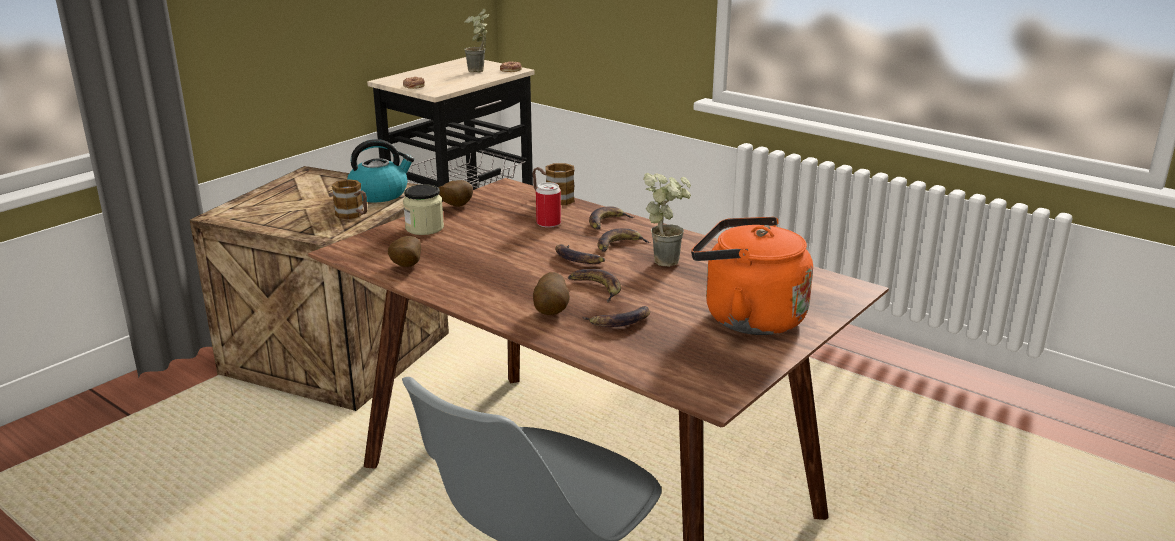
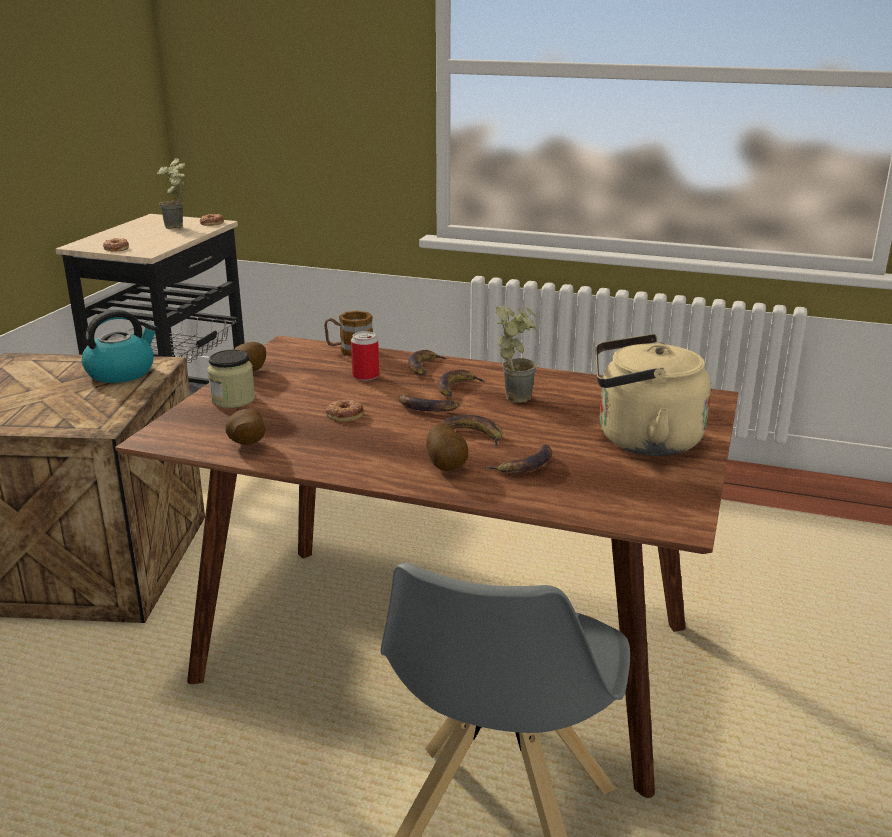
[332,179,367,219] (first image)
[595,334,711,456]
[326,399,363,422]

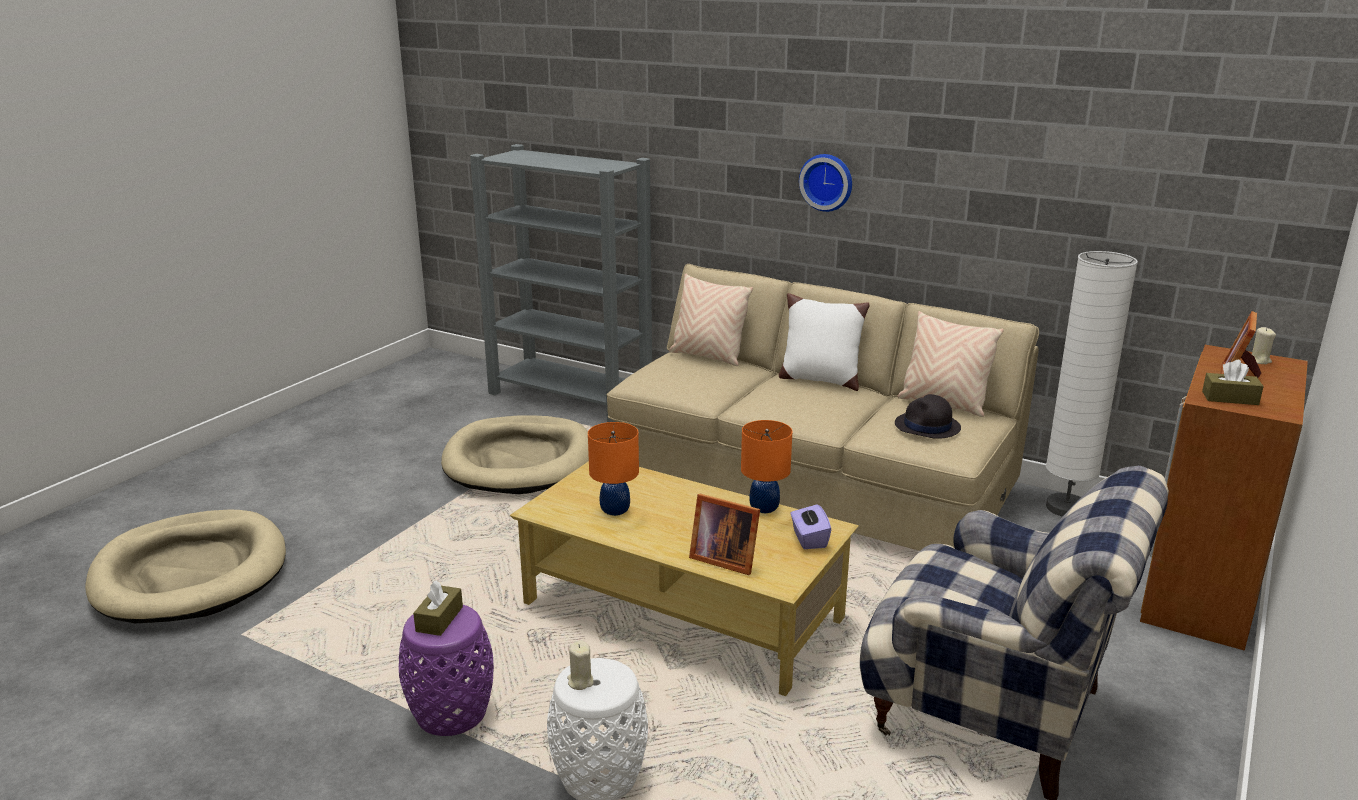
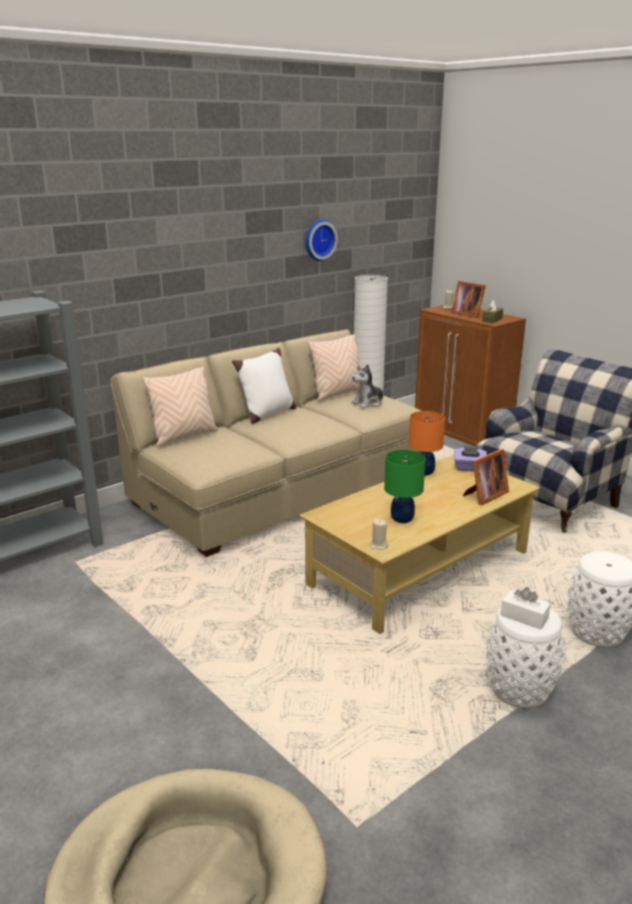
[306,219,338,261]
[351,364,386,408]
[441,415,589,494] (first image)
[384,450,426,523]
[500,587,551,629]
[486,607,565,708]
[370,519,388,550]

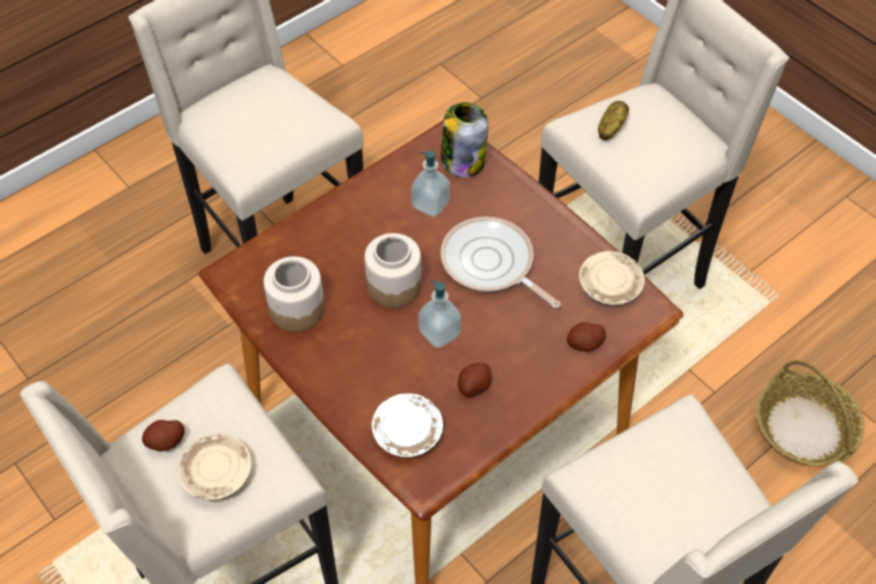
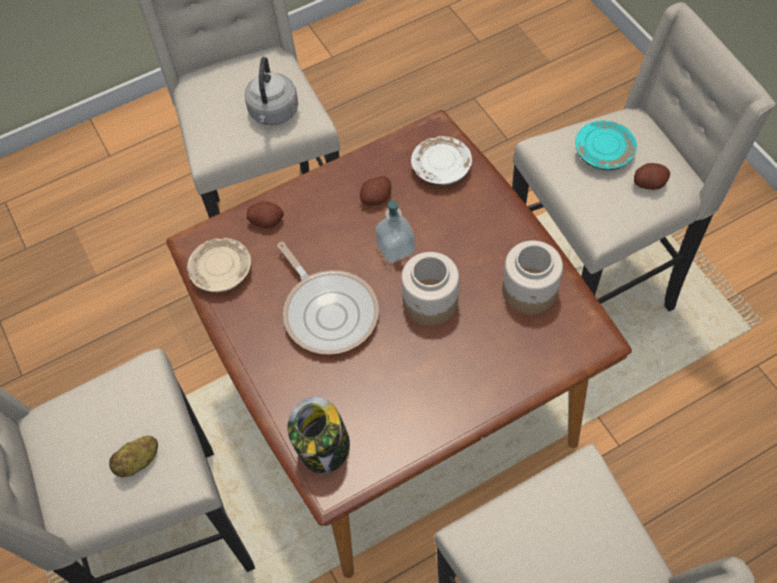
[411,151,450,217] (first image)
[756,360,865,466] (first image)
[575,120,637,170]
[245,57,298,125]

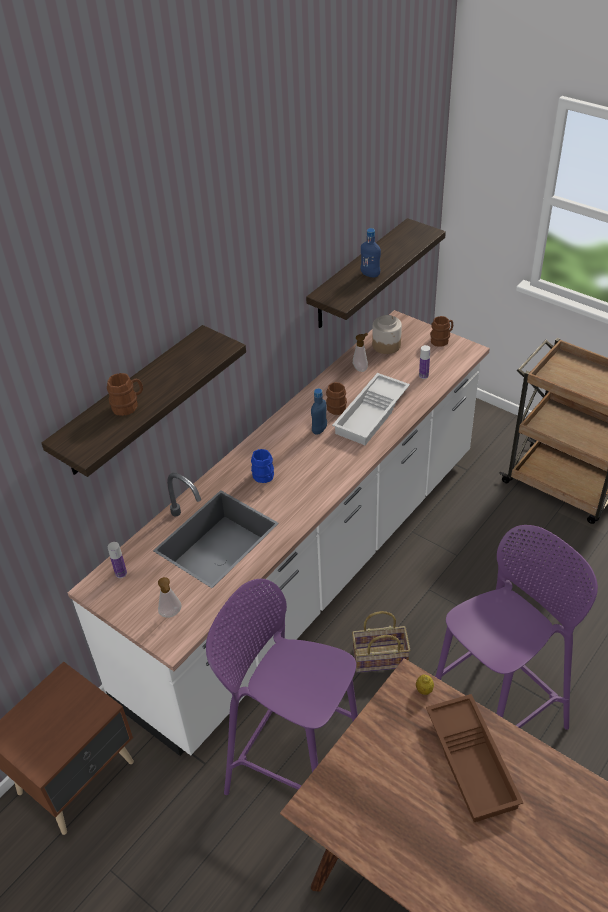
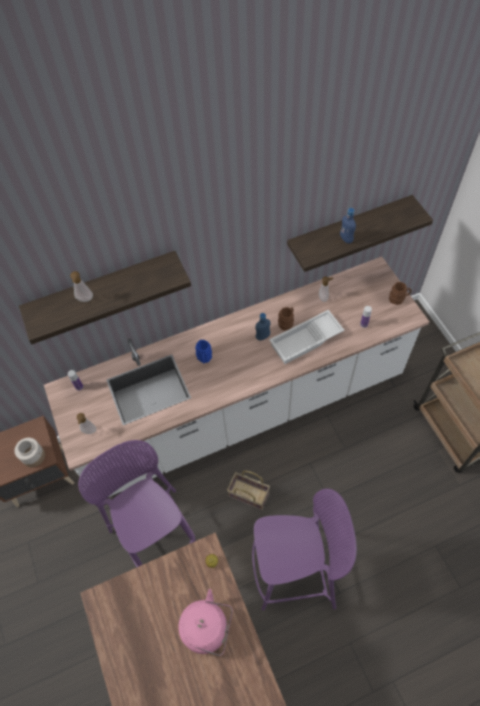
[15,438,45,467]
[70,271,93,302]
[178,589,233,656]

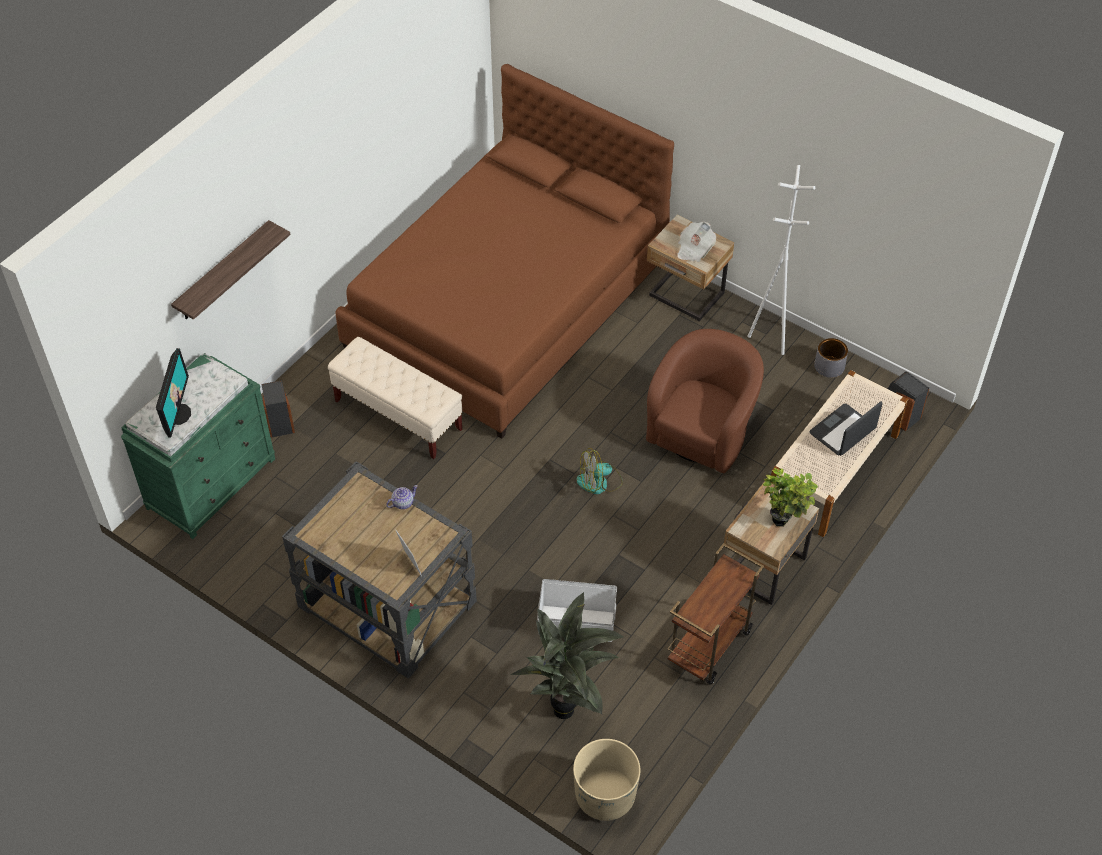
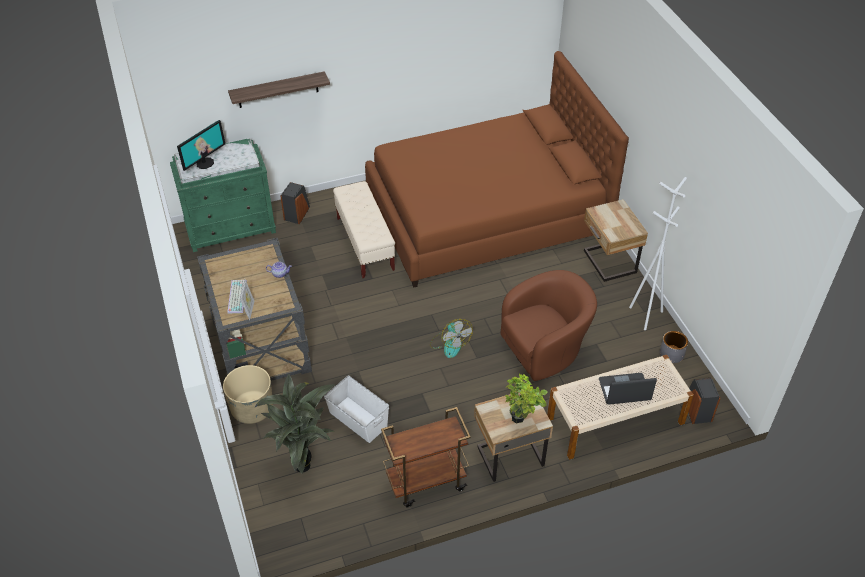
[677,222,716,262] (first image)
[430,319,473,358]
[223,365,273,424]
[227,280,247,314]

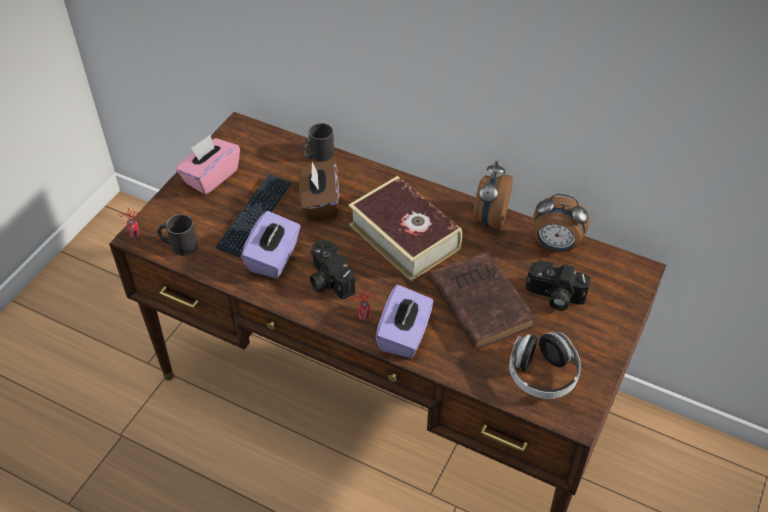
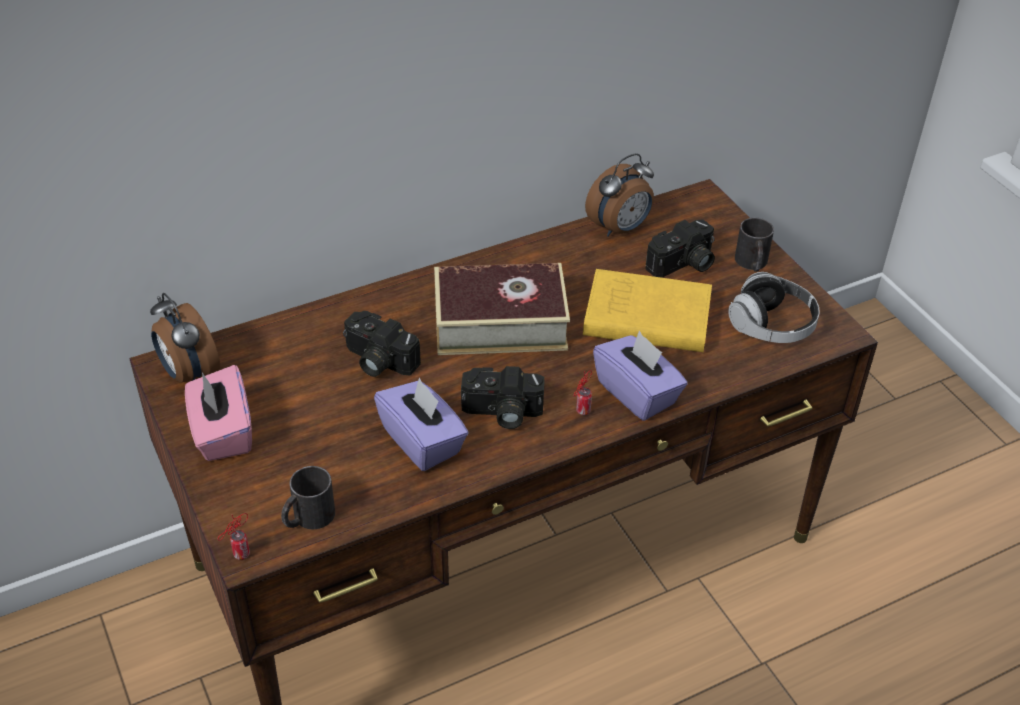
[735,218,774,272]
[343,311,421,377]
[150,293,220,382]
[216,174,292,257] (first image)
[583,269,712,352]

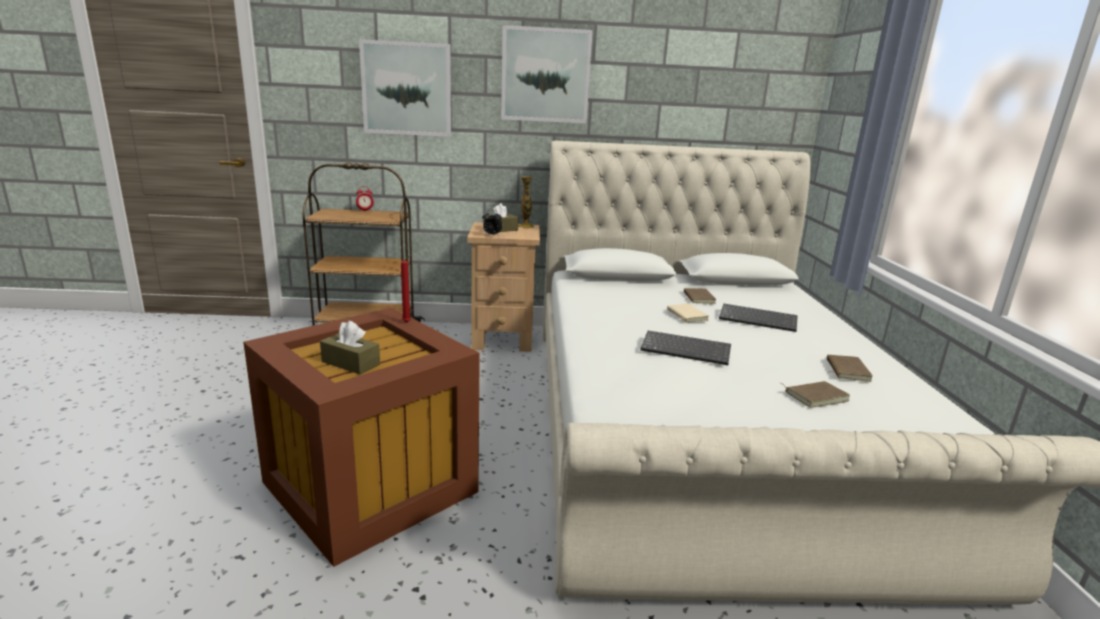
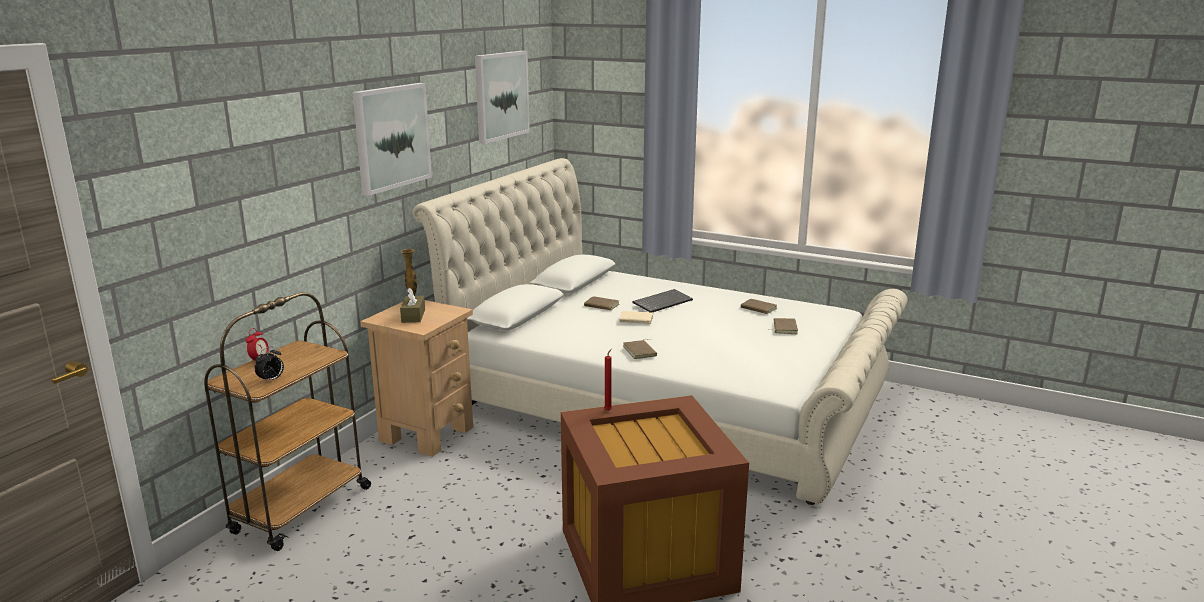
[475,51,530,144]
[255,347,284,384]
[320,321,380,375] (first image)
[640,331,731,365] (first image)
[623,339,657,359]

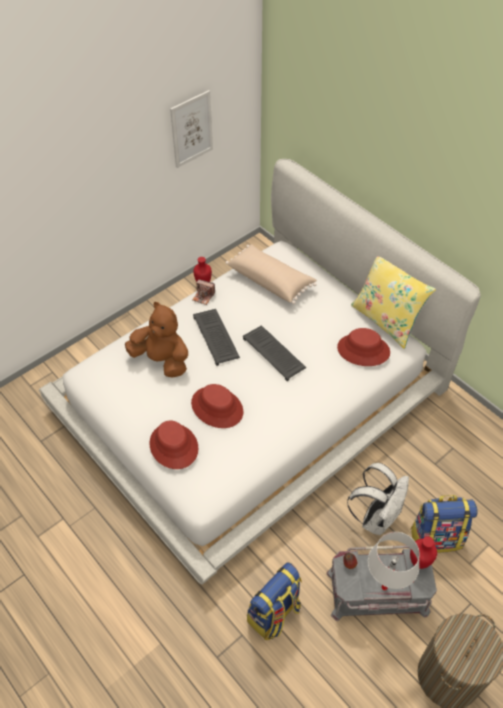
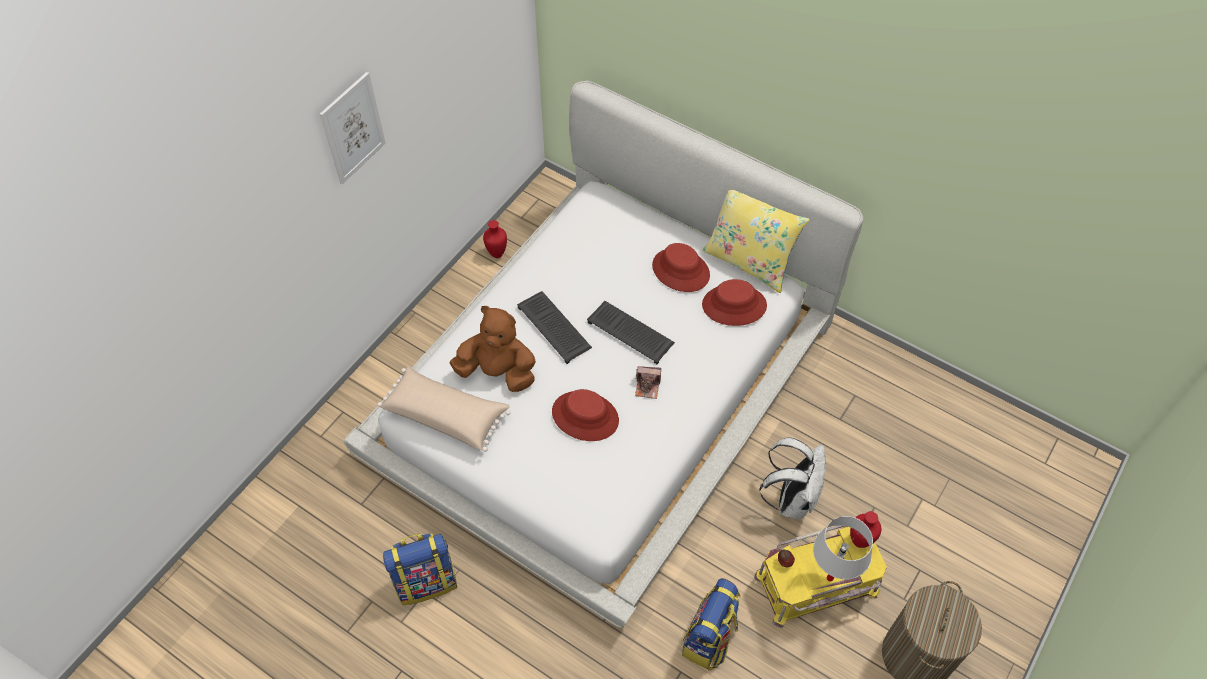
[320,72,386,184]
[377,366,511,452]
[635,366,661,399]
[652,243,710,292]
[383,533,457,605]
[754,525,887,628]

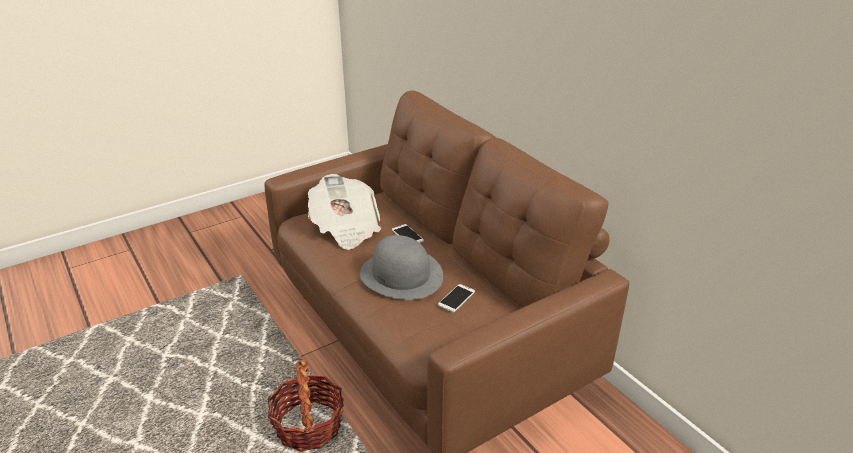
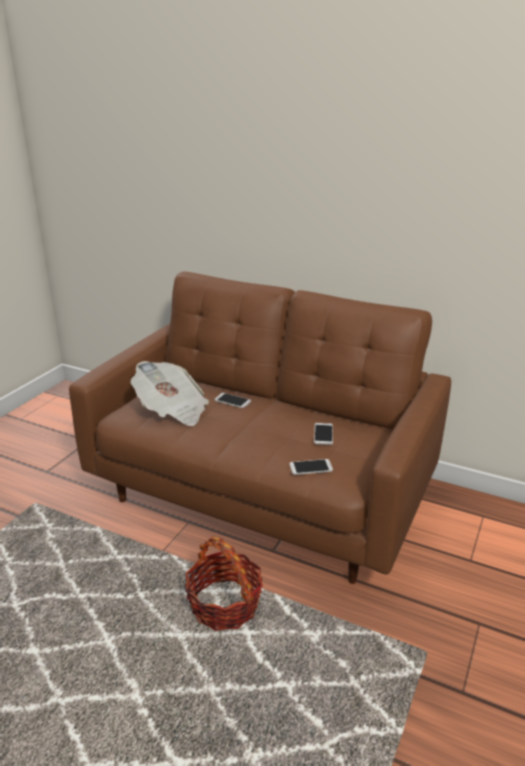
[360,235,443,300] (first image)
[289,459,333,475]

